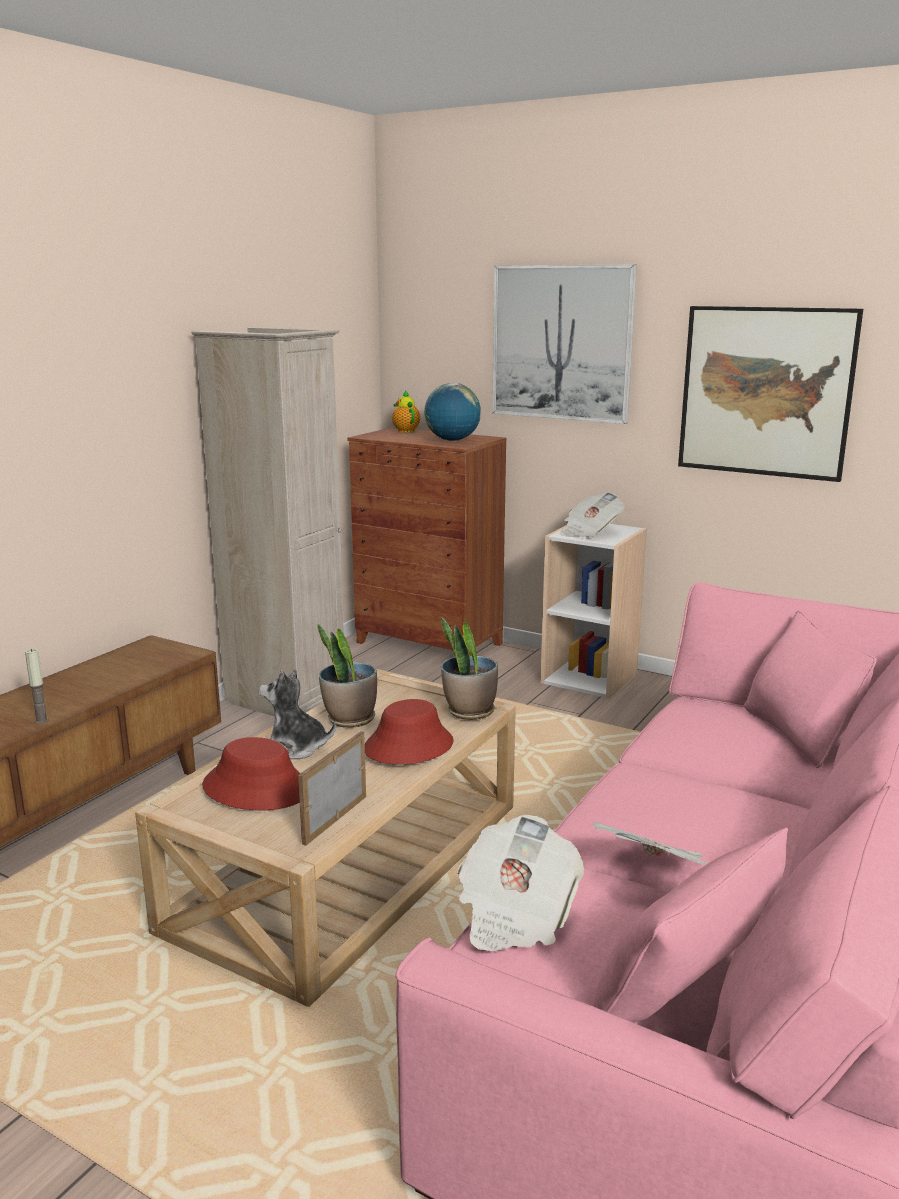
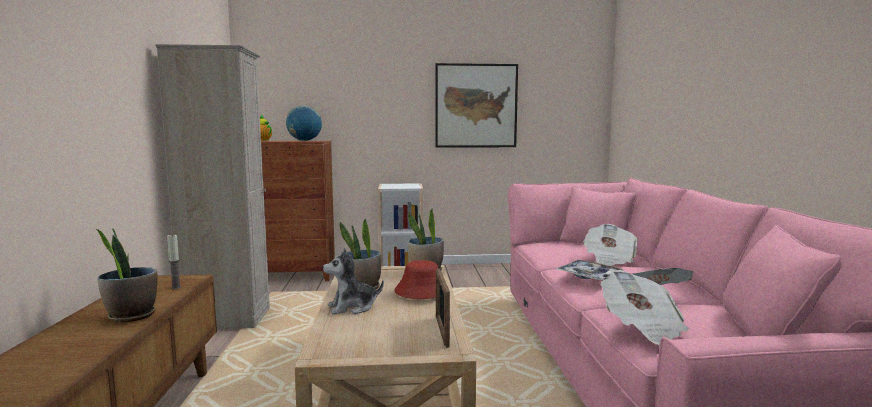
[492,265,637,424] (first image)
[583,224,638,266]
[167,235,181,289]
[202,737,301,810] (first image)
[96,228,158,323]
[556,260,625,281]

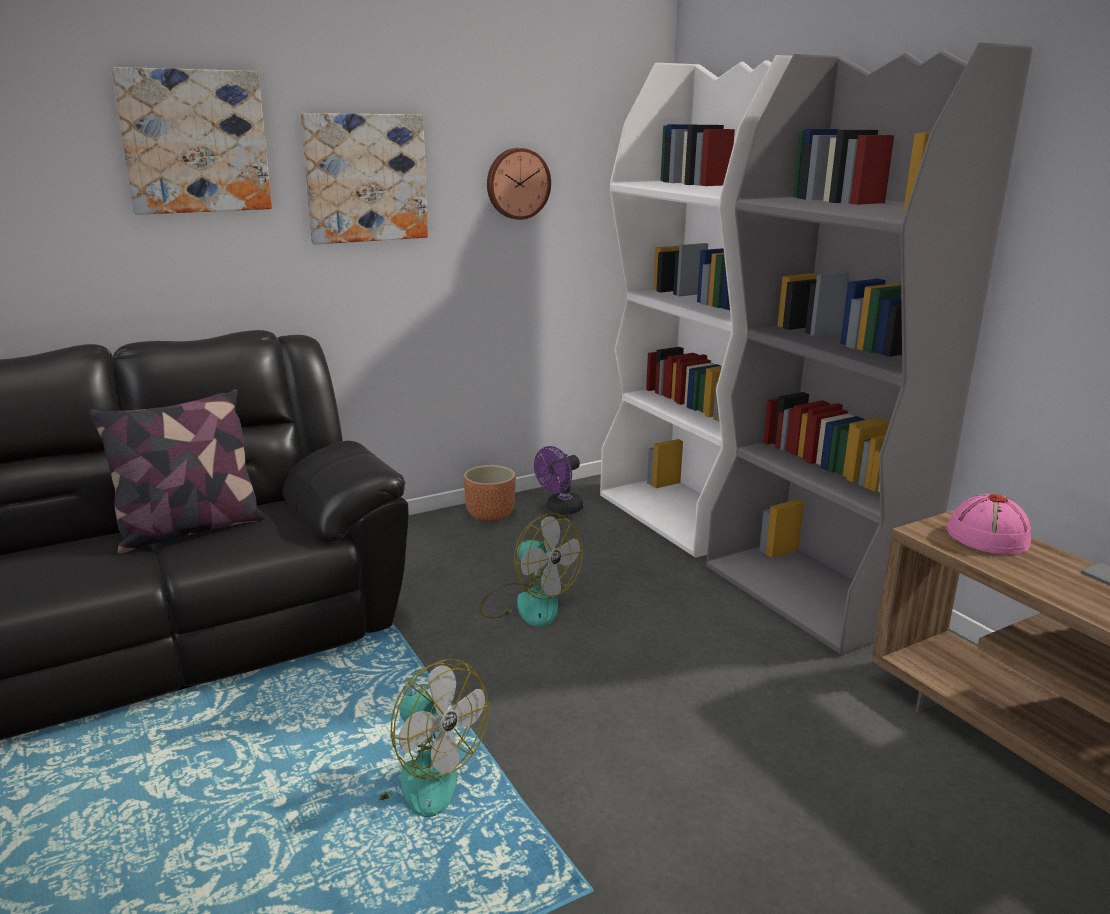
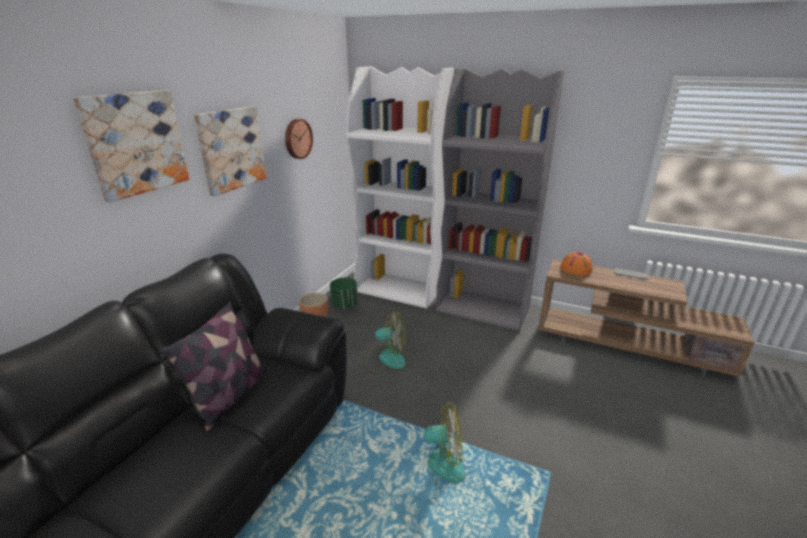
[330,278,358,309]
[560,252,592,276]

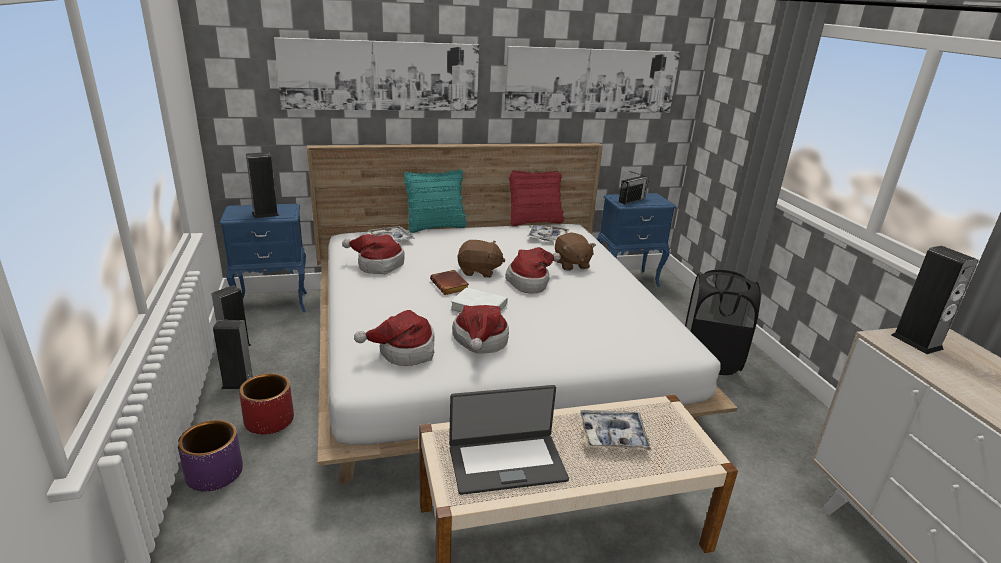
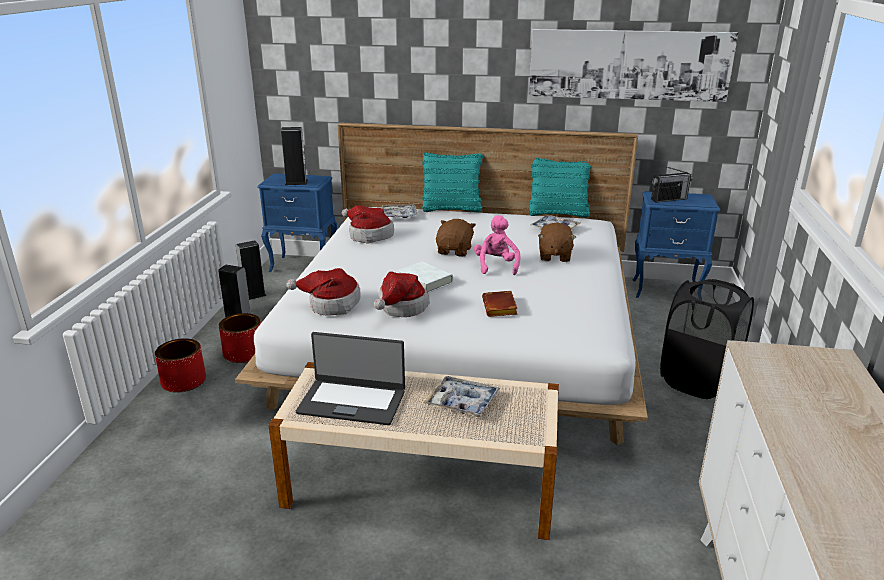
[274,37,479,111] (first image)
[529,157,591,218]
[436,219,476,257]
[891,246,978,354] (first image)
[474,215,520,275]
[482,291,518,317]
[155,338,206,393]

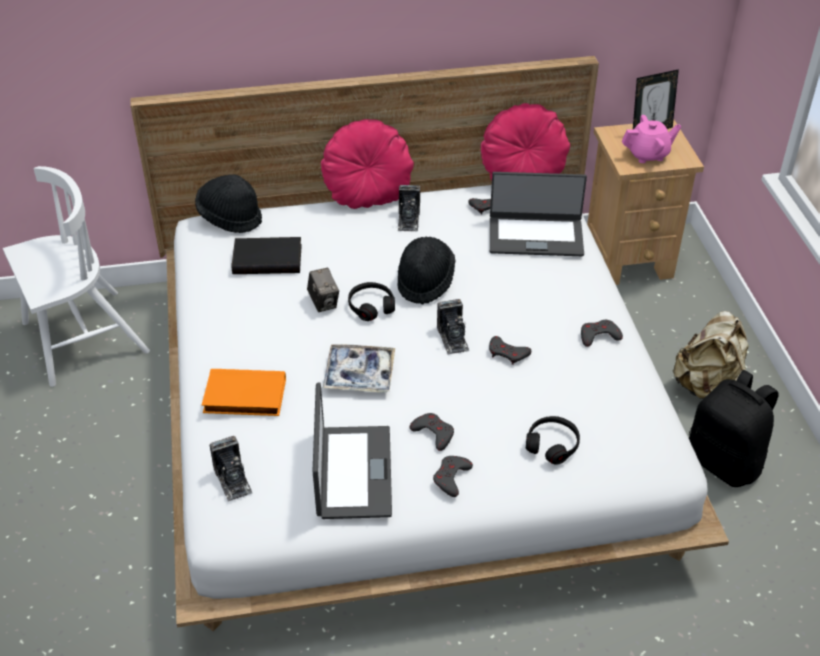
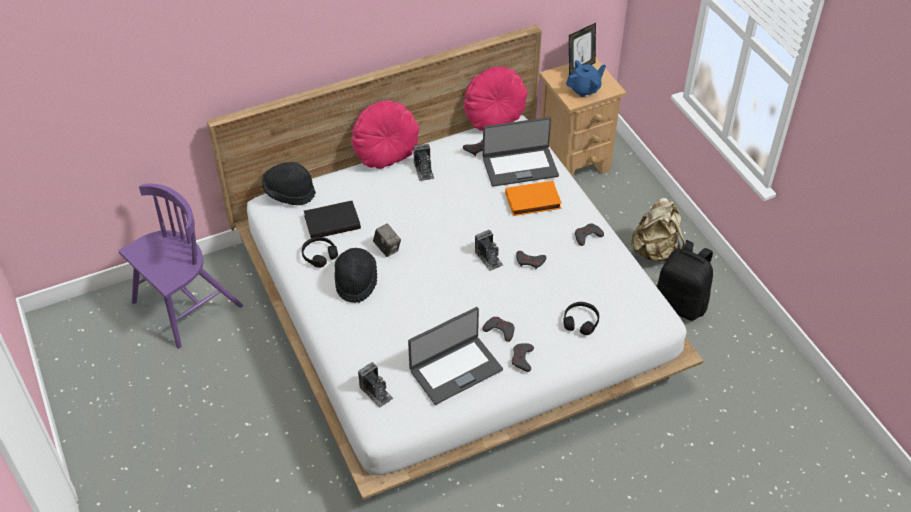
[566,60,606,97]
[118,184,243,349]
[335,248,377,303]
[302,237,338,268]
[323,344,395,393] (first image)
[505,181,562,216]
[408,307,503,405]

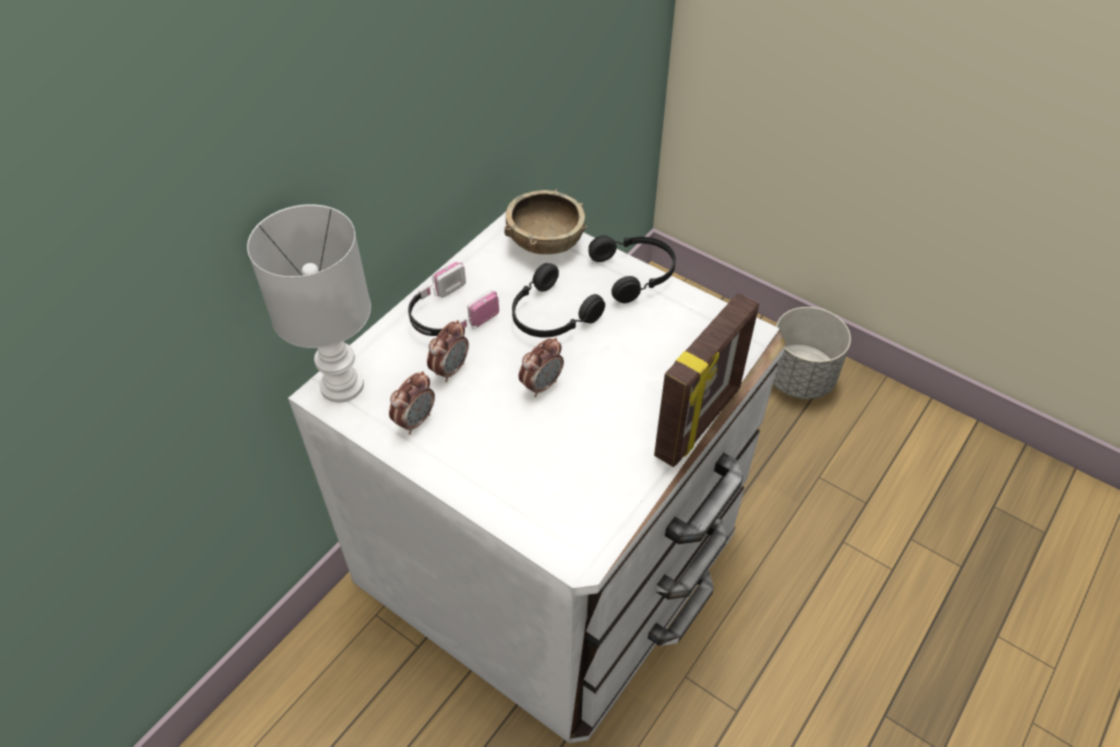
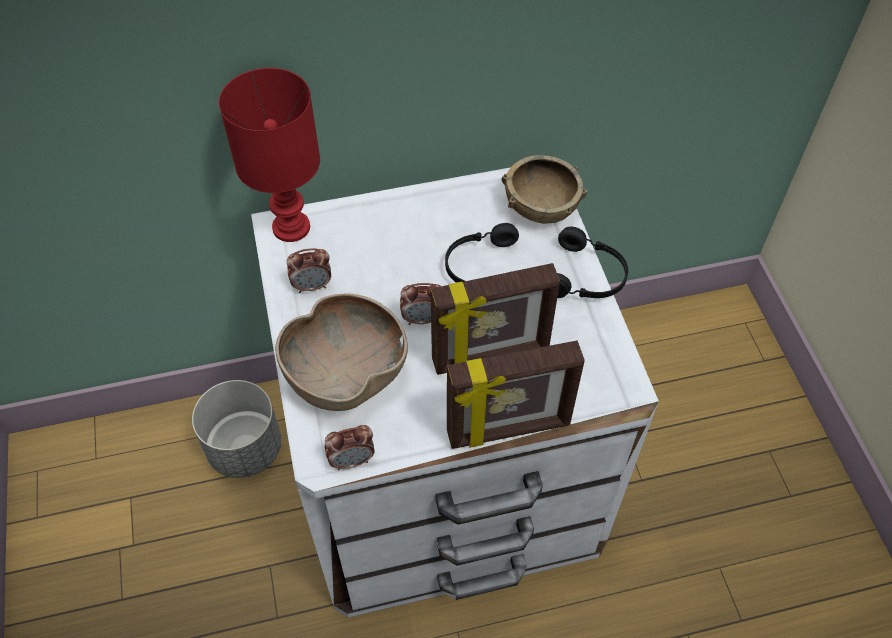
[219,68,320,242]
[408,262,499,336] (first image)
[192,380,281,478]
[325,425,375,470]
[430,263,560,375]
[275,293,408,411]

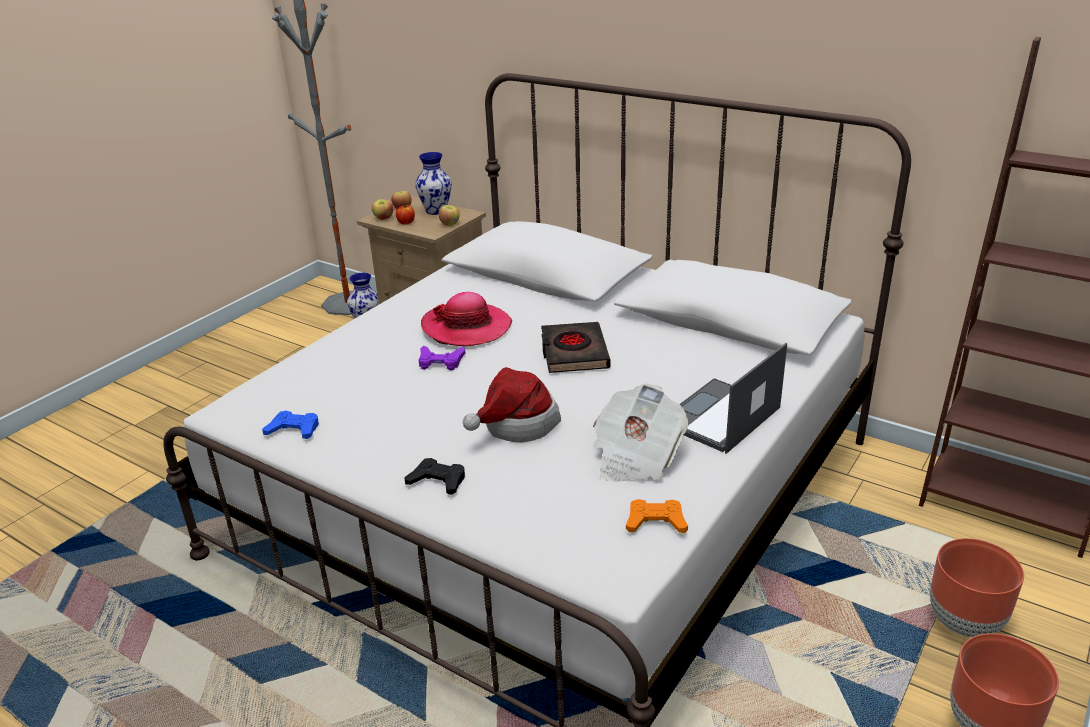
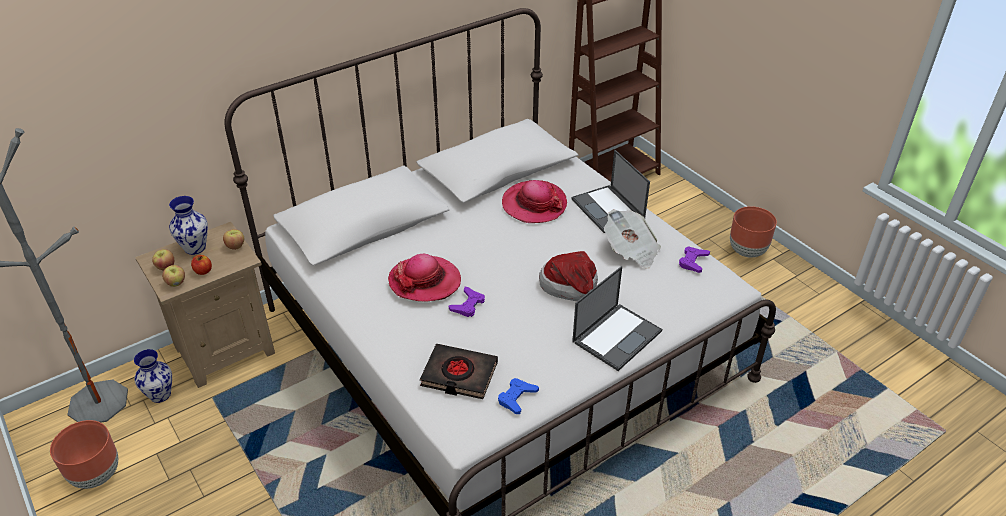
[420,344,498,399]
[572,266,662,371]
[679,246,710,273]
[50,420,118,489]
[502,180,567,223]

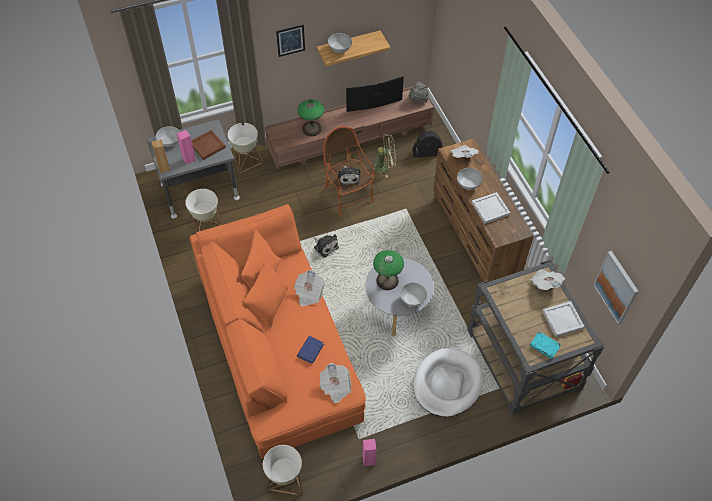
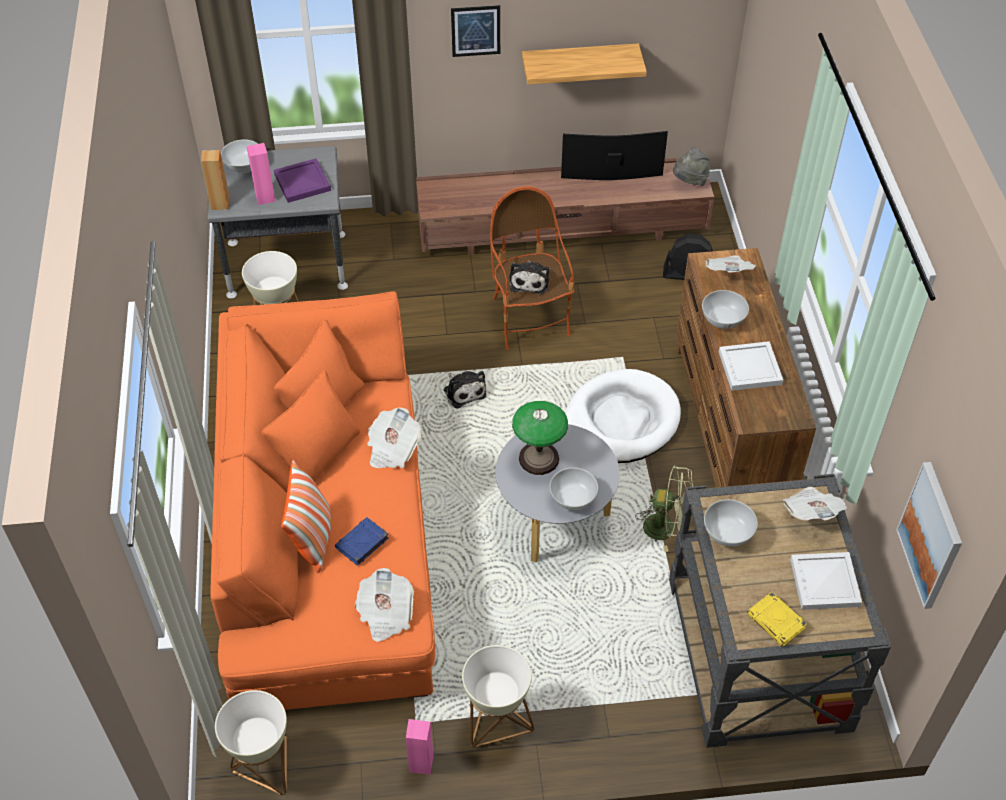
[704,499,758,547]
[297,99,324,136] (first image)
[462,645,534,748]
[274,159,331,203]
[635,465,693,552]
[747,592,807,647]
[565,369,681,463]
[281,460,331,574]

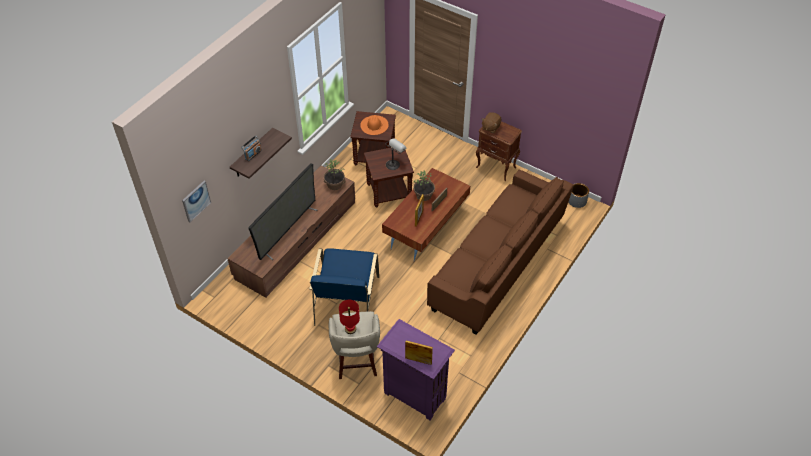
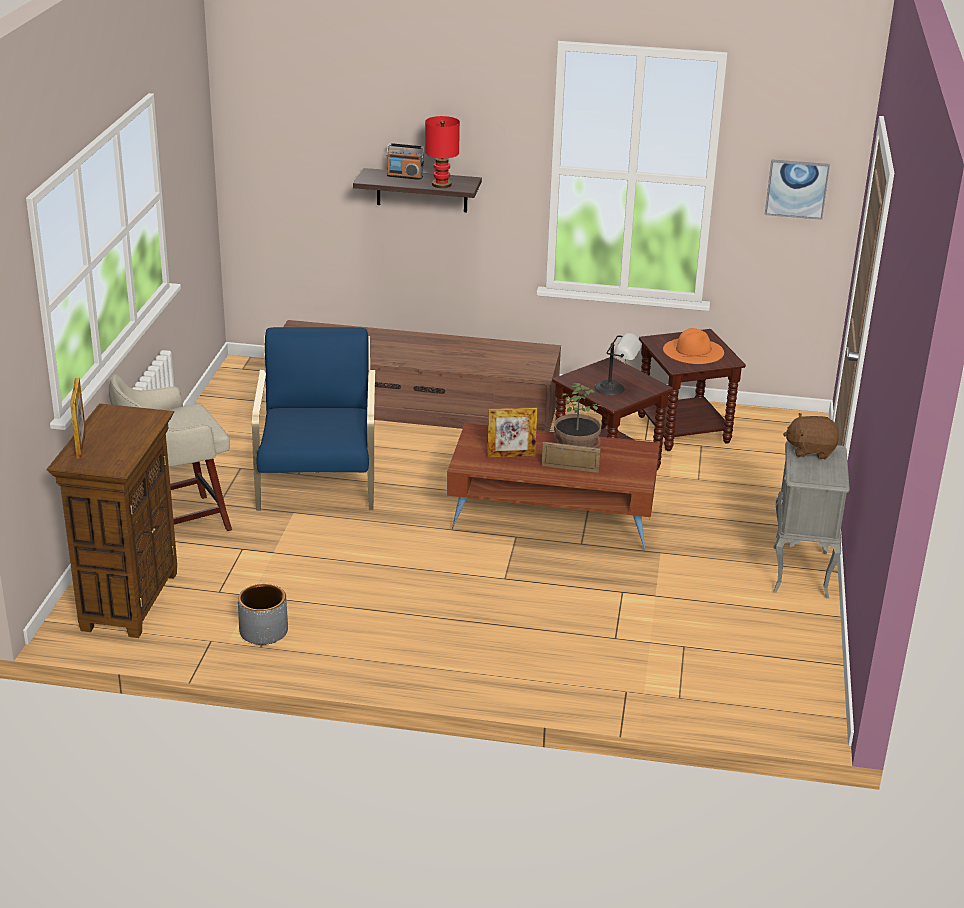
[773,441,850,599]
[324,159,345,190] (first image)
[248,163,317,260] (first image)
[427,170,574,334] (first image)
[765,159,830,220]
[238,584,288,645]
[252,327,375,511]
[425,116,460,188]
[47,403,177,638]

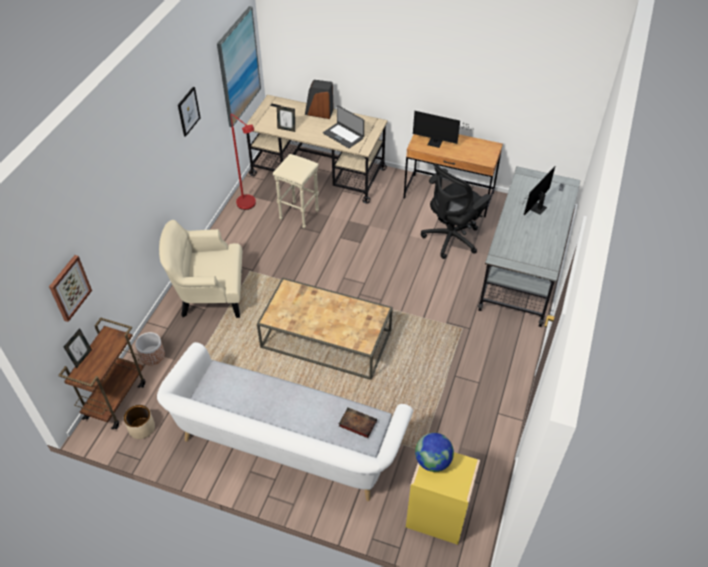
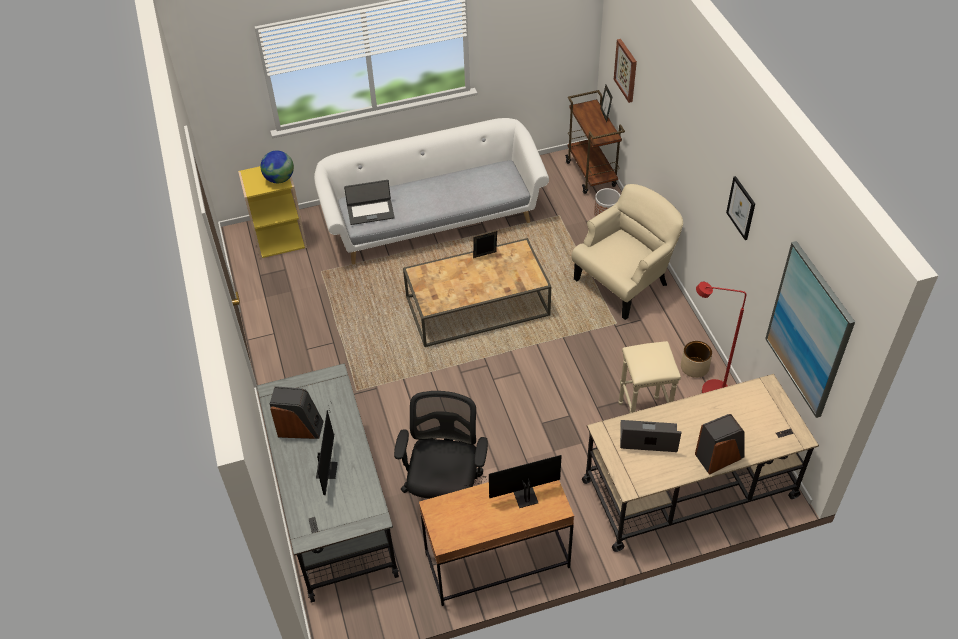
[473,231,497,258]
[681,341,712,378]
[344,180,395,225]
[270,386,324,439]

